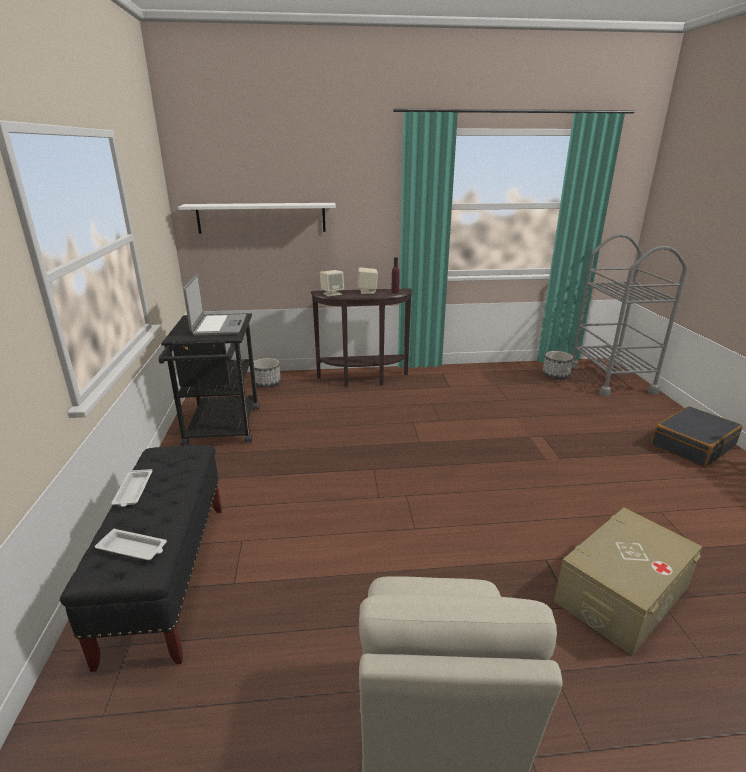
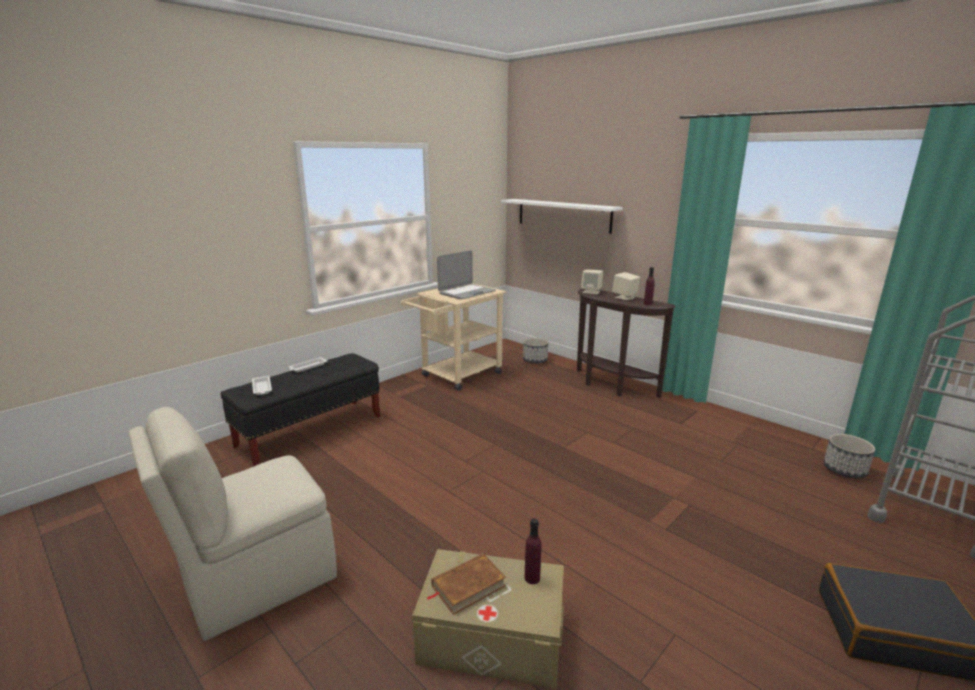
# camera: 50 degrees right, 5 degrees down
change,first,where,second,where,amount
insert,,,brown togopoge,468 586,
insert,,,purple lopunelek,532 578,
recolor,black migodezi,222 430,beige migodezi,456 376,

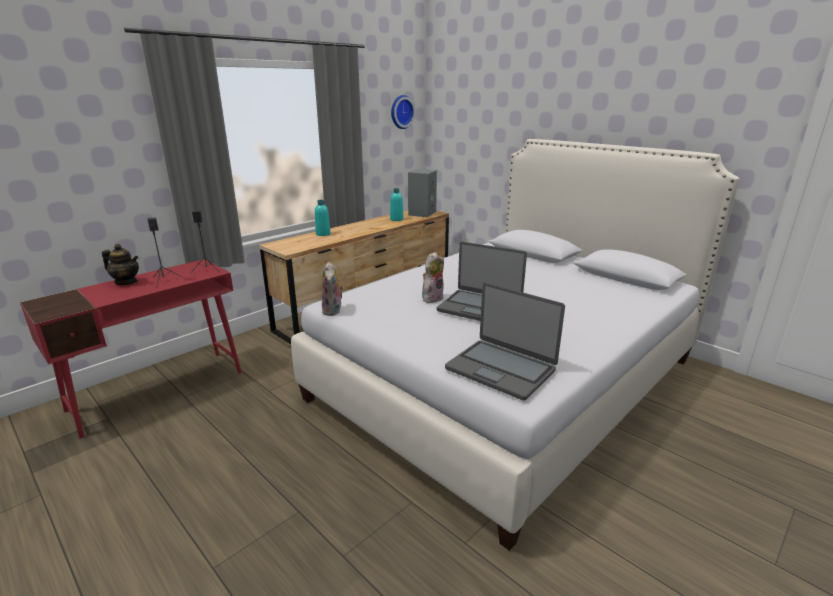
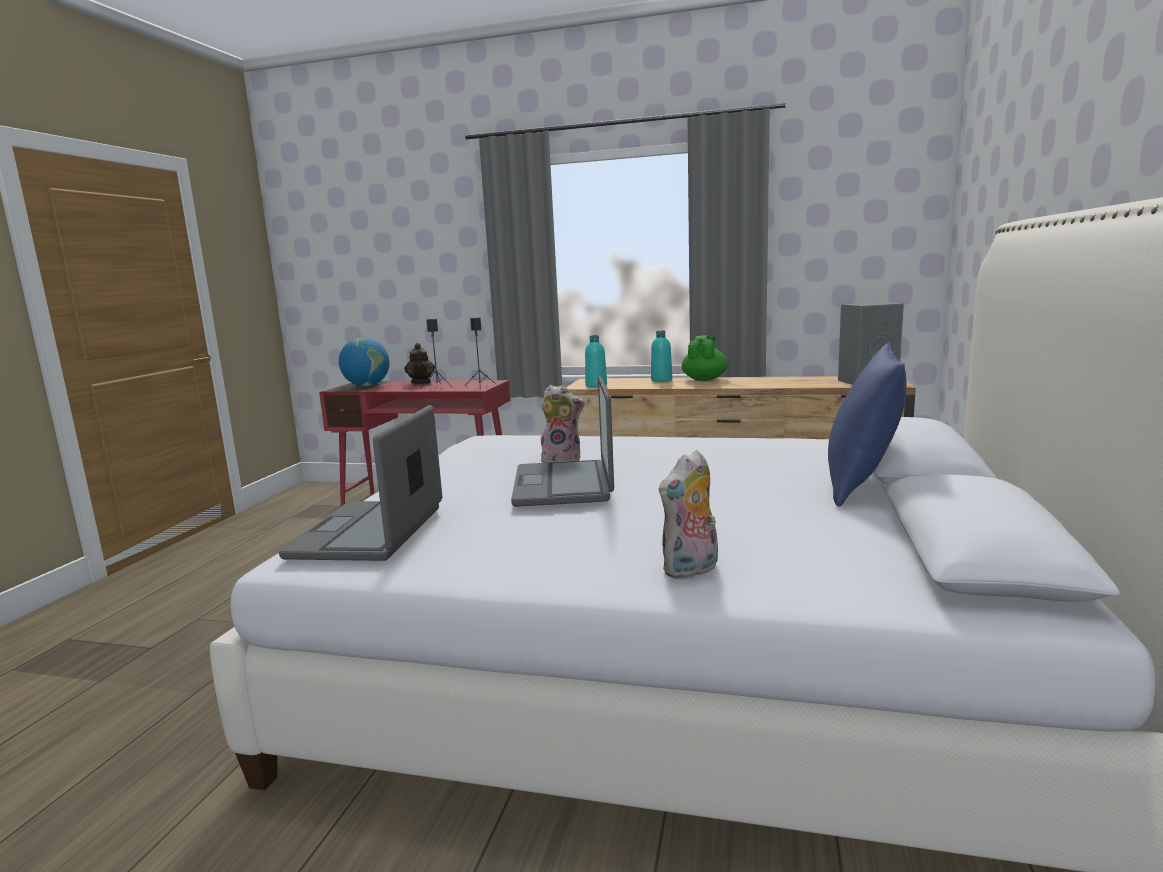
# camera: 60 degrees right, 10 degrees down
change,first,where,second,where,amount
delete,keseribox,401 112,,,
insert,,,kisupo,367 386,
insert,,,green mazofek,704 379,
insert,,,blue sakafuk,862 486,
move,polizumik,333 311,,691 570,
move,turquoise lopunelek,396 219,,596 386,

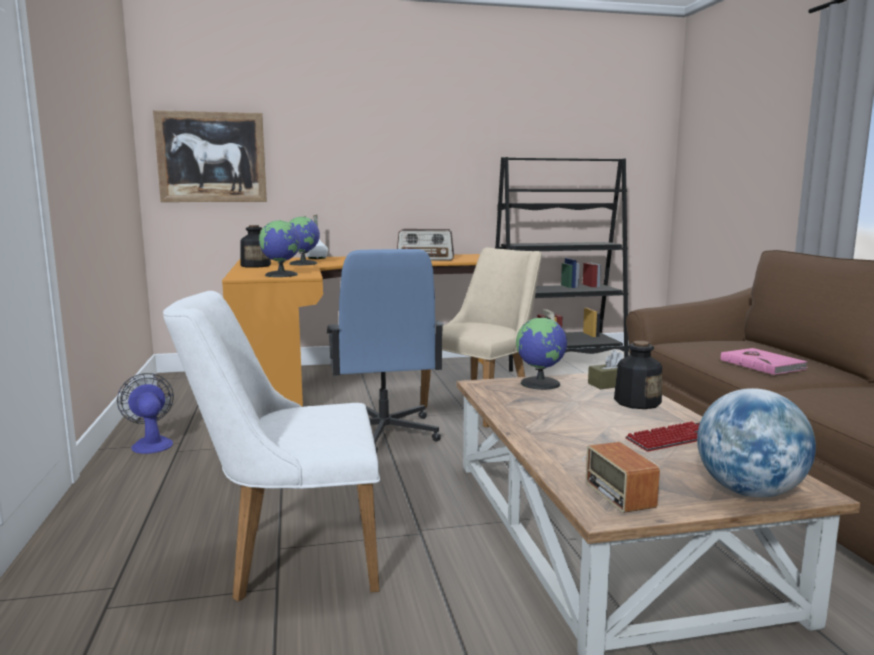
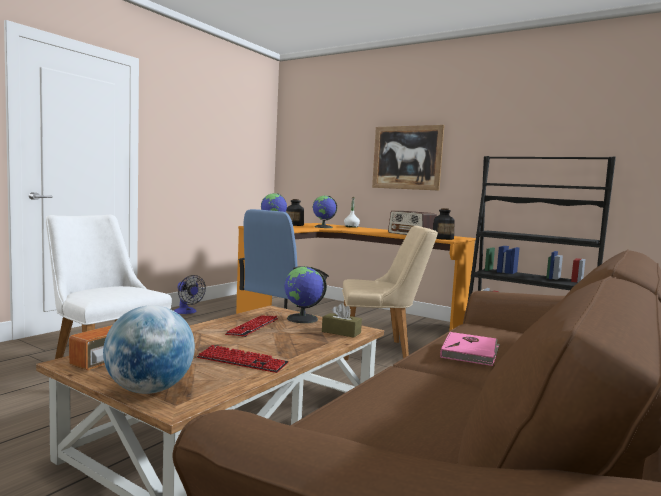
# camera: 45 degrees right, 5 degrees down
change,first,where,second,where,amount
insert,,,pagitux,253 327,
move,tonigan,211 157,,407 157,
move,lopunelek,637 402,,442 238,
rotate,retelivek,151 443,,187 312,120 degrees clockwise

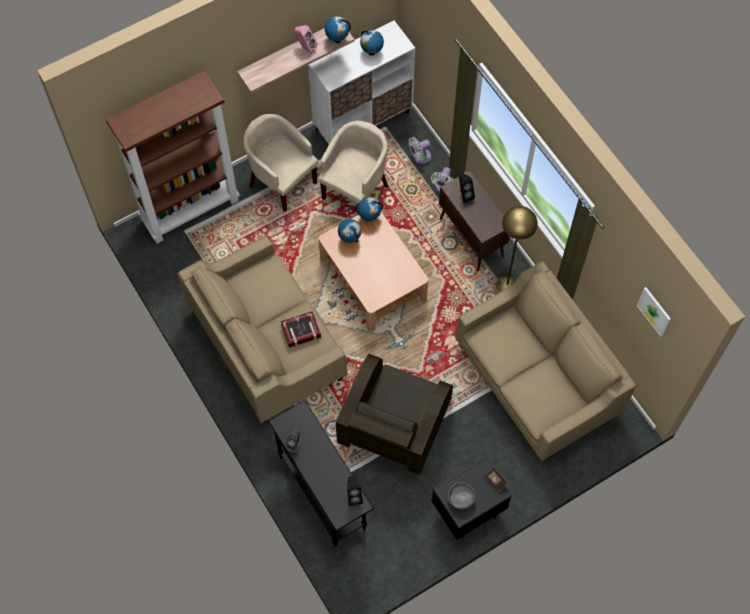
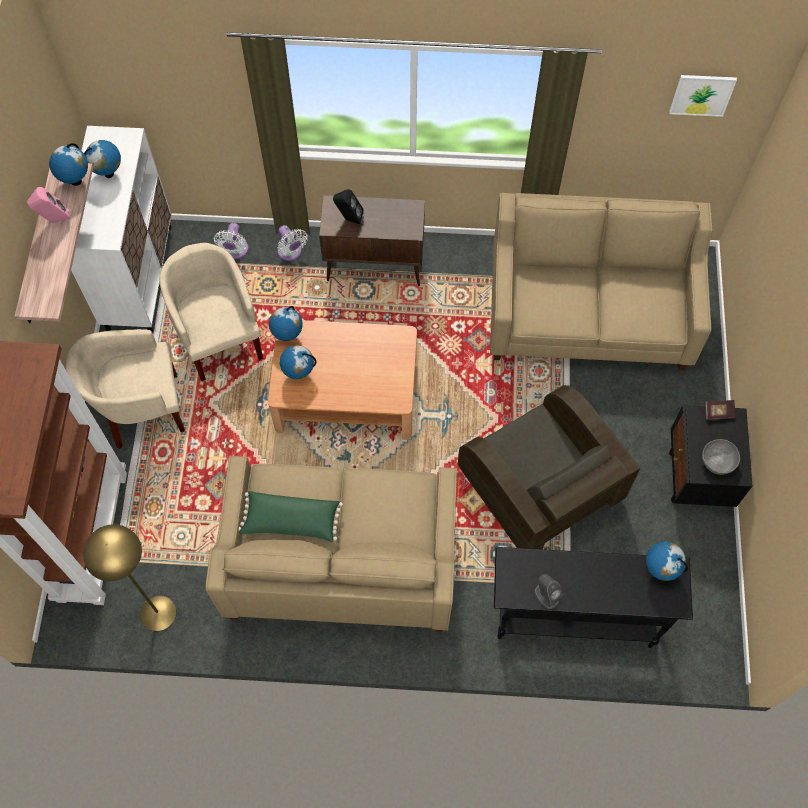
# camera: 55 degrees left, 0 degrees up
change,first,where,second,where,amount
delete,togopoge,301 331,,,
insert,,,green sakafuk,291 521,
move,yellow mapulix,507 286,,158 613,
replace,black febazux,354 495,kisupo,660 569,

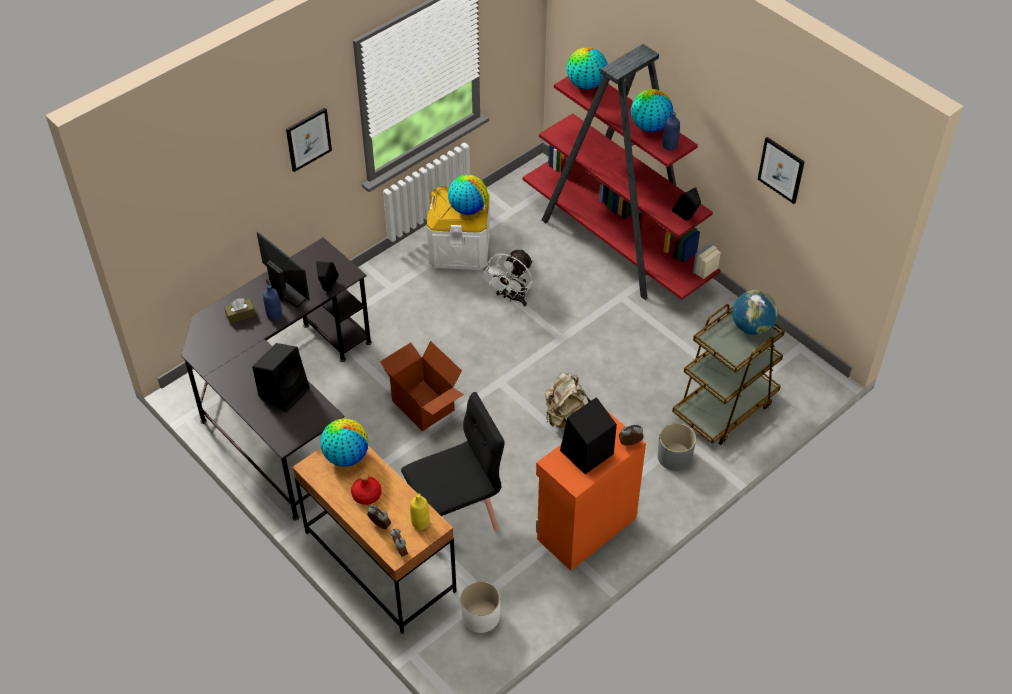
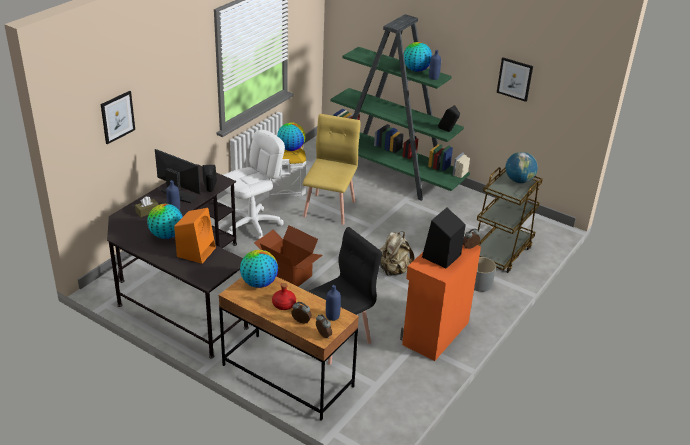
# camera: 15 degrees left, 15 degrees down
change,first,where,second,where,amount
delete,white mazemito,480 616,,,
insert,,,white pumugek,253 225,
move,tonigan,308 139,,117 117,
move,kisupo,586 84,,166 235,
replace,white retelivek,512 298,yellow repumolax,330 208,
recolor,black febazux,284 391,orange febazux,196 251,
recolor,yellow lopunelek,420 523,blue lopunelek,332 316,
recolor,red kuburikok,617 245,green kuburikok,390 174,

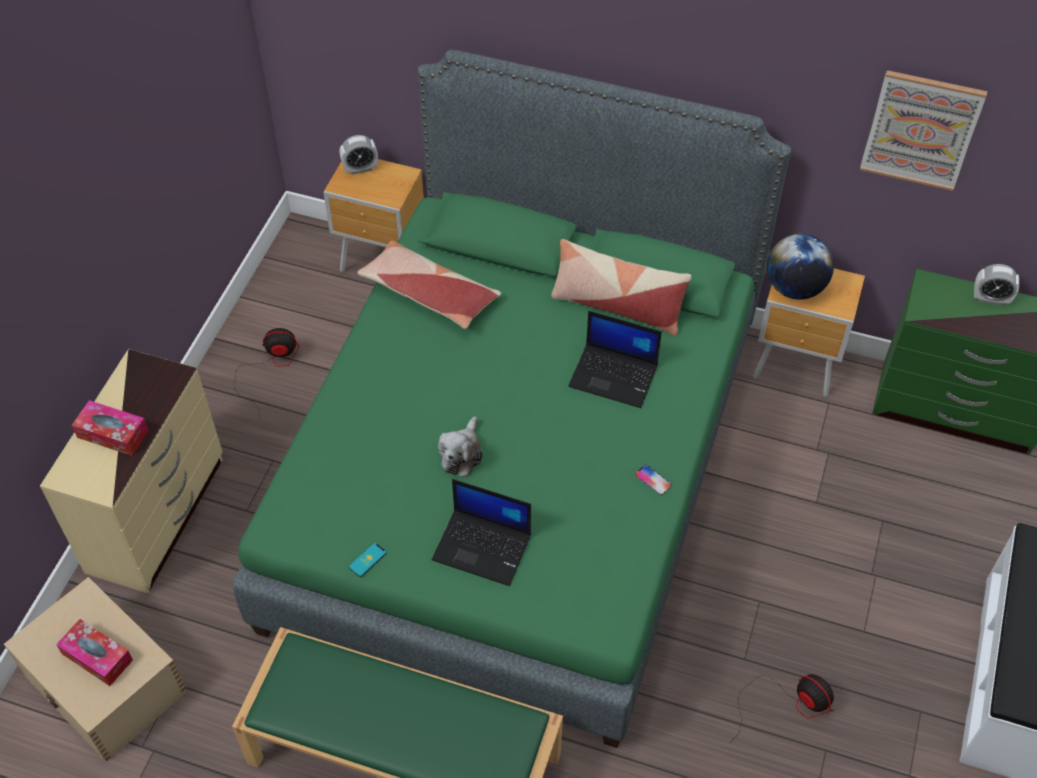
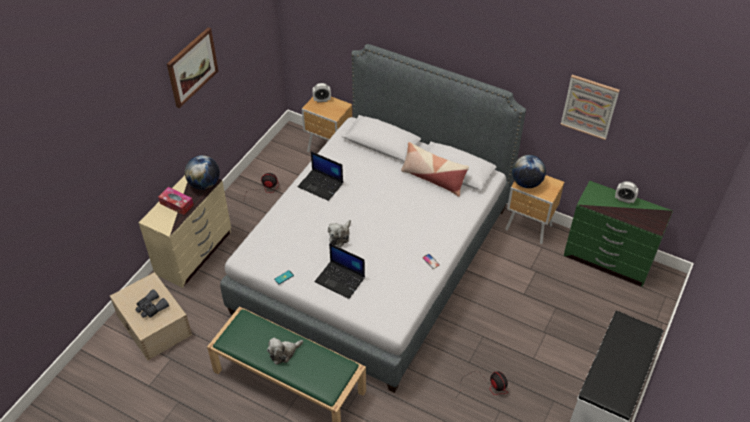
# camera: 10 degrees right, 5 degrees down
change,first,where,second,where,amount
delete,sakafuk,428 294,,,
insert,,,tonigan,192 67,
insert,,,kisupo,204 184,
insert,,,polizumik,284 353,
move,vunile,614 376,,321 185,
replace,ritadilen,97 657,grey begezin,151 308,
recolor,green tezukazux,517 473,grey tezukazux,374 258,

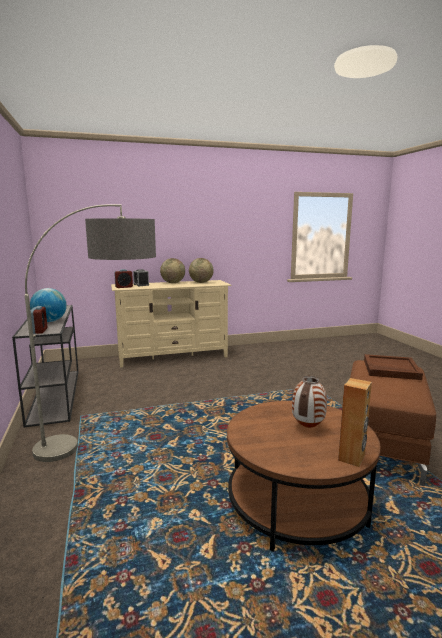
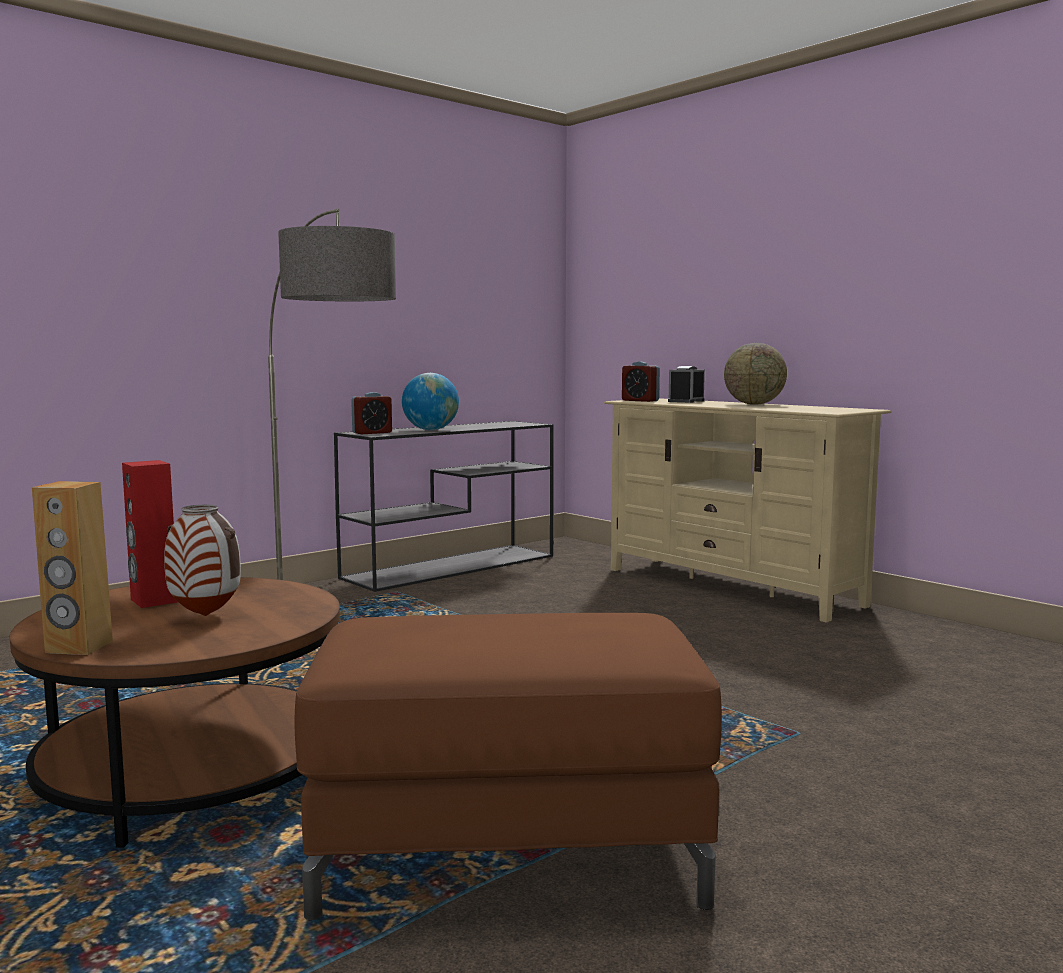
# camera: 65 degrees right, 5 degrees down
change,first,where,second,where,amount
delete,kisupo,201 282,,,
delete,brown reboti,390 369,,,
insert,,,red febazux,153 601,

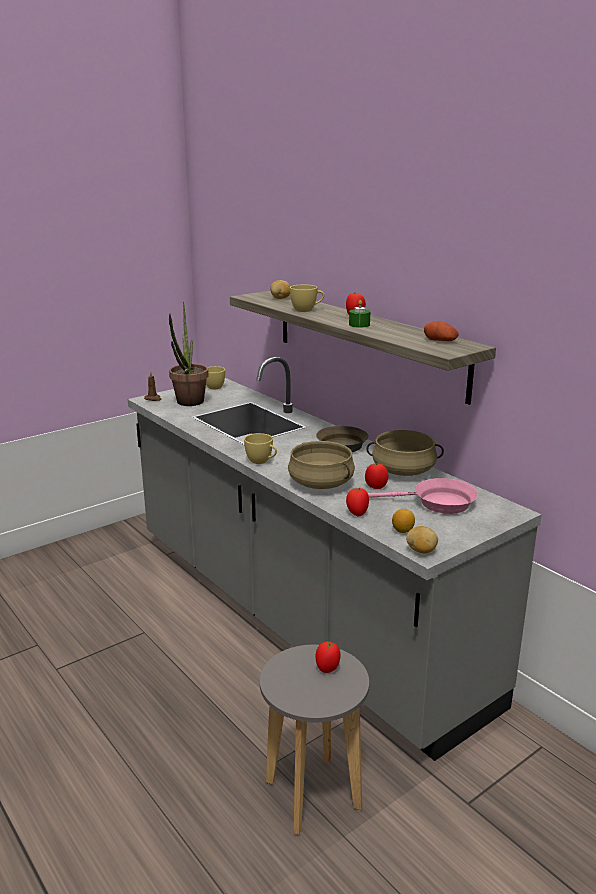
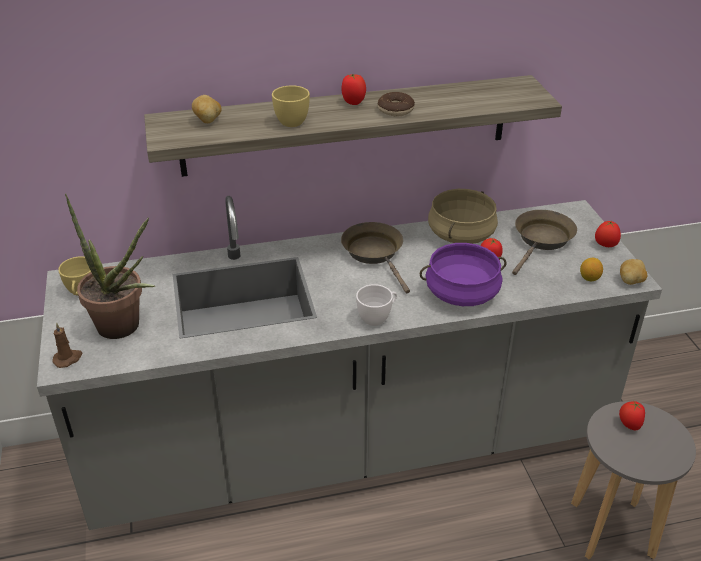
# camera: 65 degrees left, 15 degrees up
change,first,where,second,where,amount
delete,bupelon,440 341,,,
move,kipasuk,357 513,,605 245,
replace,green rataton,359 325,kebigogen,395 110,
recolor,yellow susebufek,262 461,white susebufek,377 317,
recolor,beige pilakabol,321 483,purple pilakabol,462 293,
recolor,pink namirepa,438 503,brown namirepa,542 240,

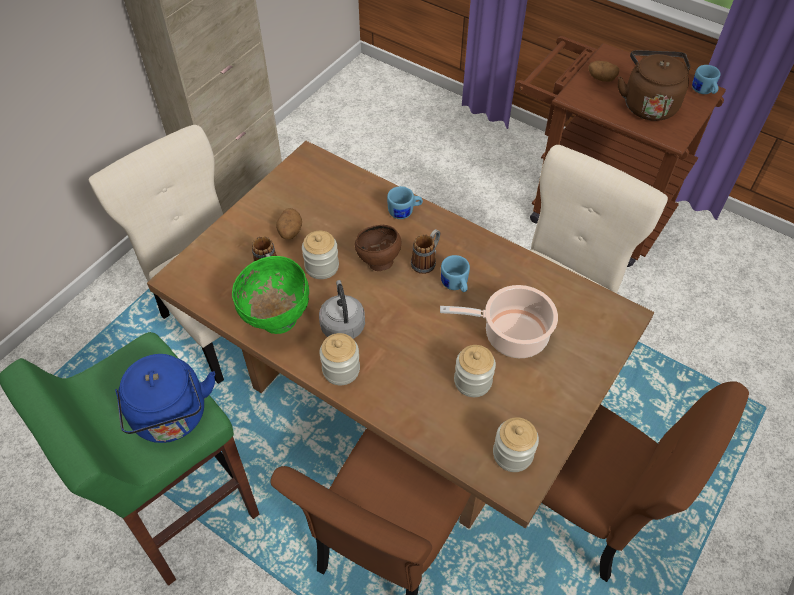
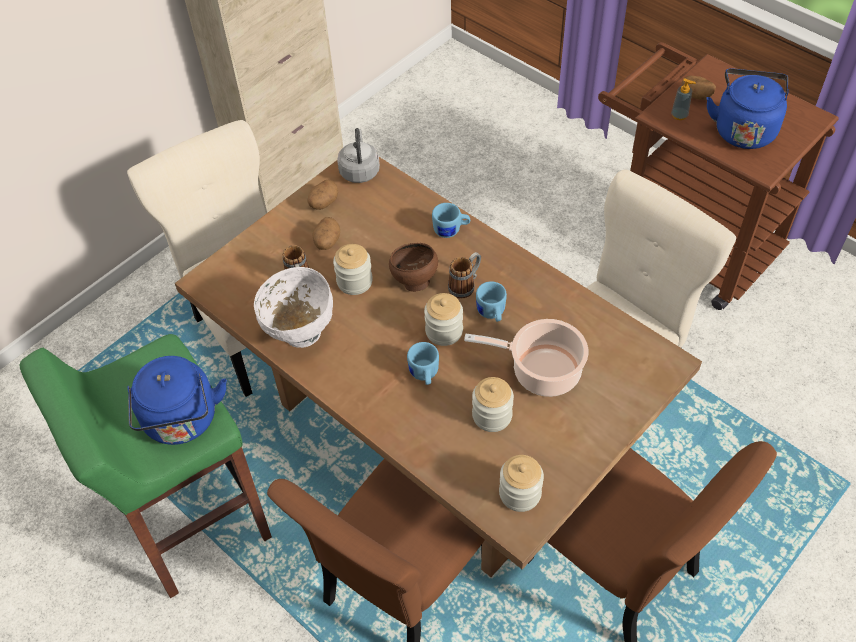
# camera: 10 degrees right, 0 degrees up
change,first,where,second,where,amount
insert,,,bupelon,323 203,
insert,,,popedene,679 115,
move,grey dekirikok,342 324,,359 170,
move,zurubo,341 370,,444 331,
move,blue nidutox,703 91,,424 375,
recolor,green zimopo,277 319,white zimopo,300 332,
recolor,brown dekirikok,648 104,blue dekirikok,743 129,

